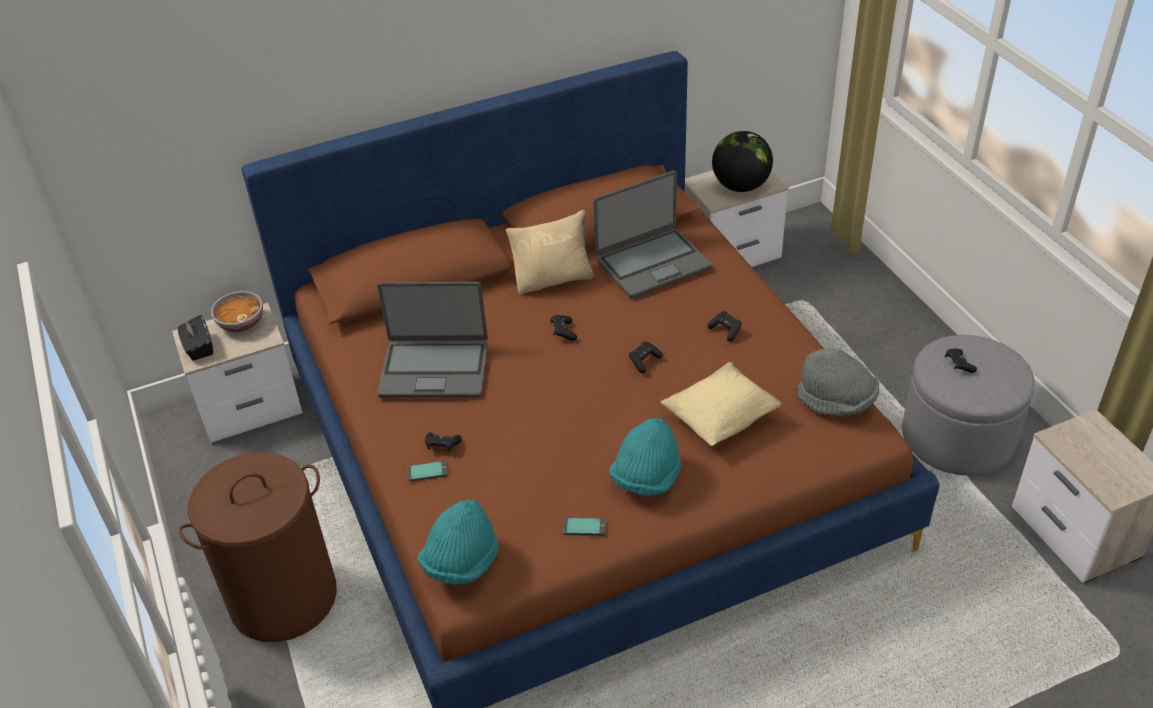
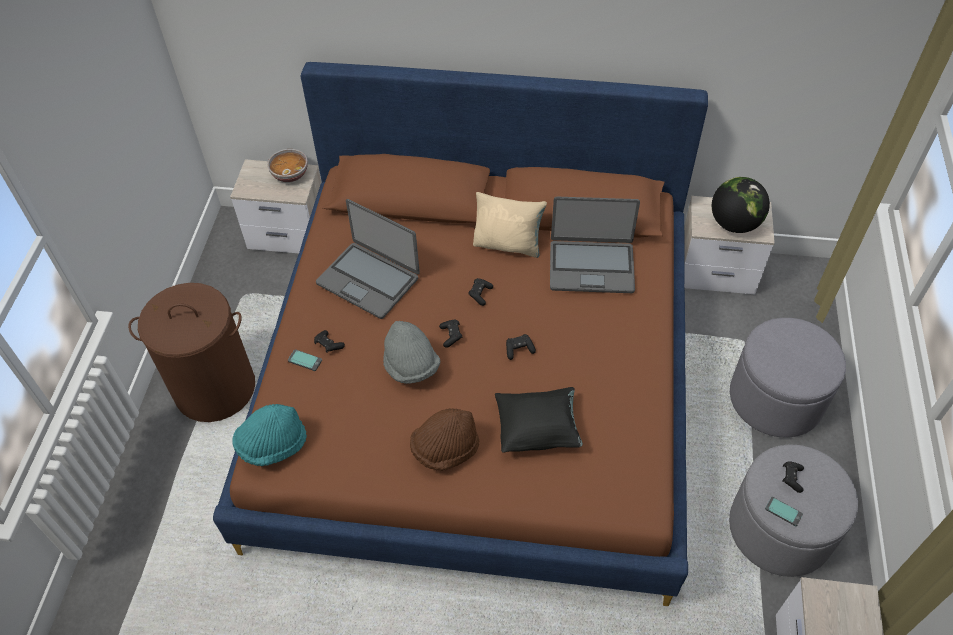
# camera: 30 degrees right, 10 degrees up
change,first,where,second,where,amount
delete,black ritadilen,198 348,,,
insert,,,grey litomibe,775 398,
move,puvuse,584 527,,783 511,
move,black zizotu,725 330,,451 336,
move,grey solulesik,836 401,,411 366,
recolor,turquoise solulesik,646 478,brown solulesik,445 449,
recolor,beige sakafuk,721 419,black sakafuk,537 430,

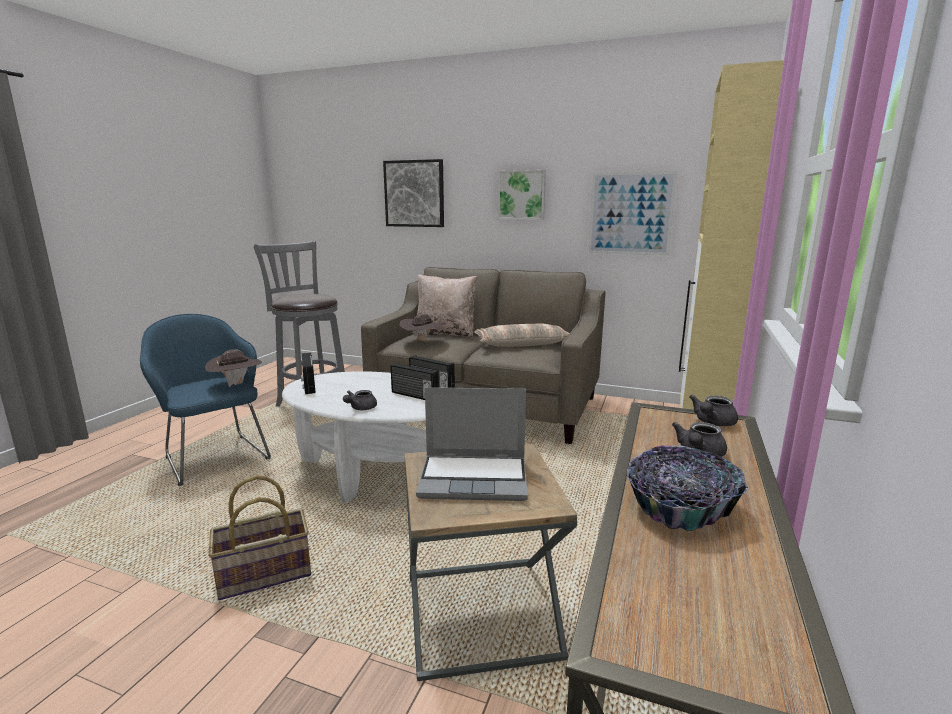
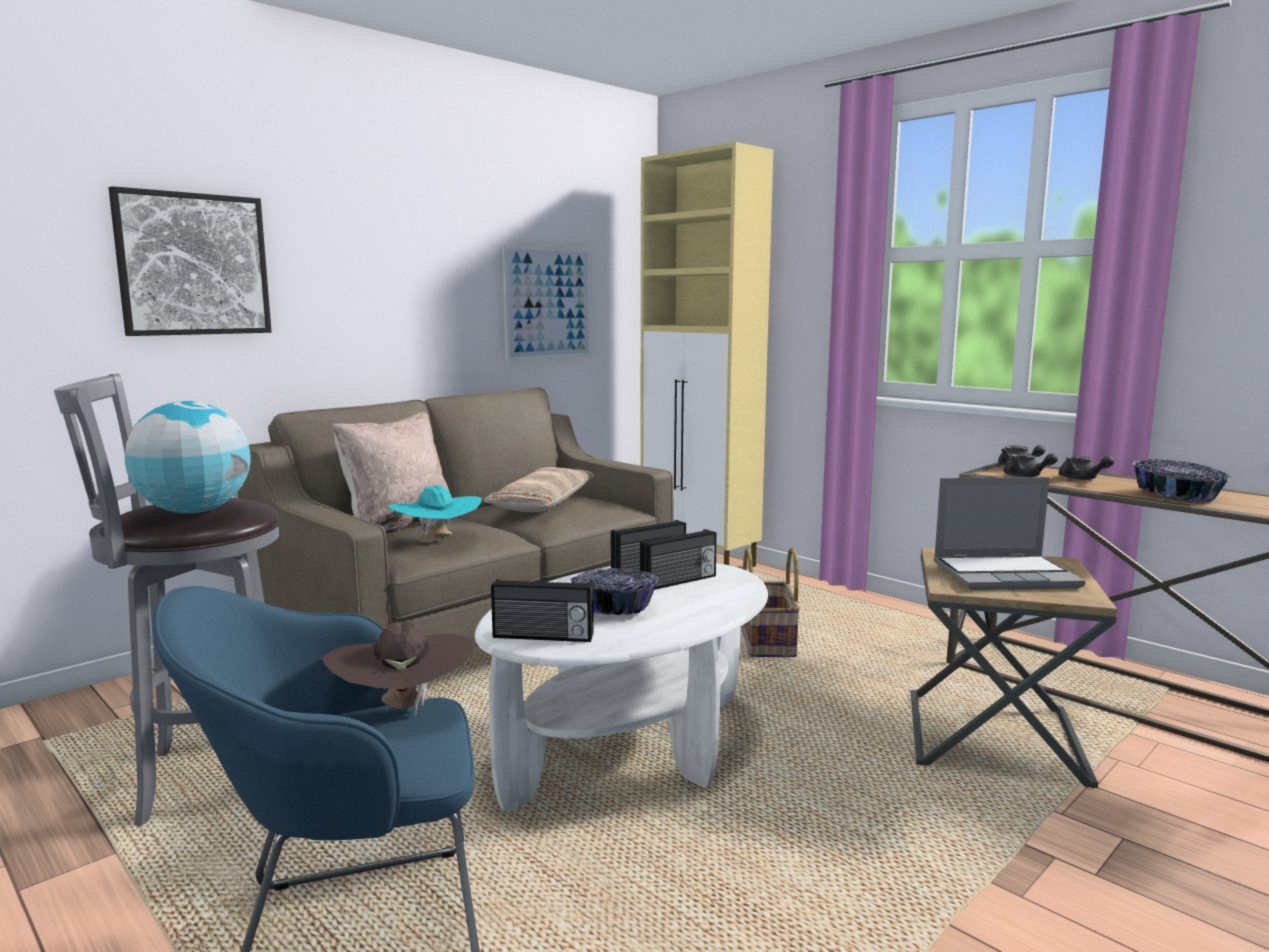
# camera: 65 degrees left, 5 degrees down
change,first,where,second,where,amount
delete,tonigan,522 195,,,
insert,,,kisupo,194 512,
insert,,,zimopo,615 607,
move,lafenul,264 575,,769 641,
move,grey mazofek,360 408,,1026 477,
recolor,brown solulesik,423 342,turquoise solulesik,437 540,
rotate,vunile,475 478,,1006 575,60 degrees clockwise

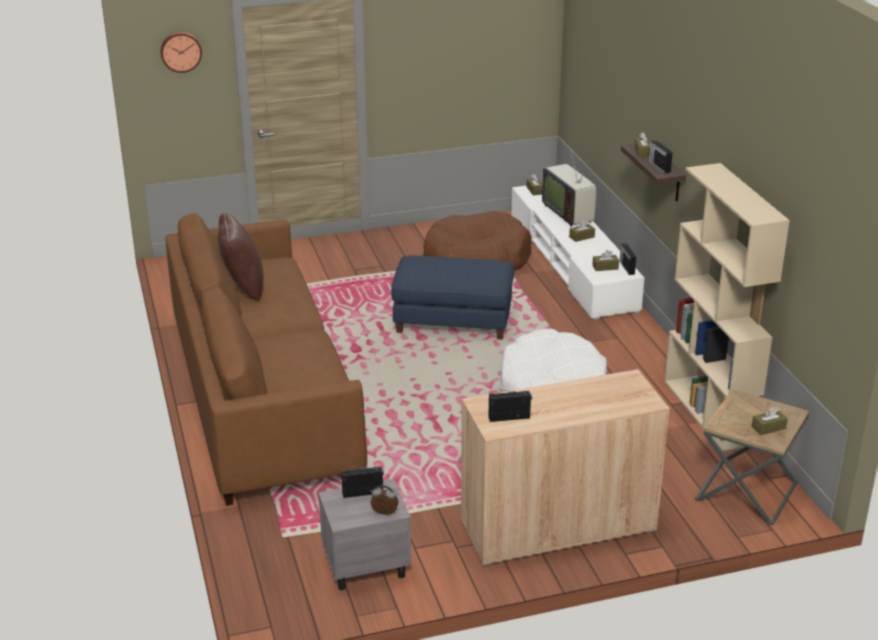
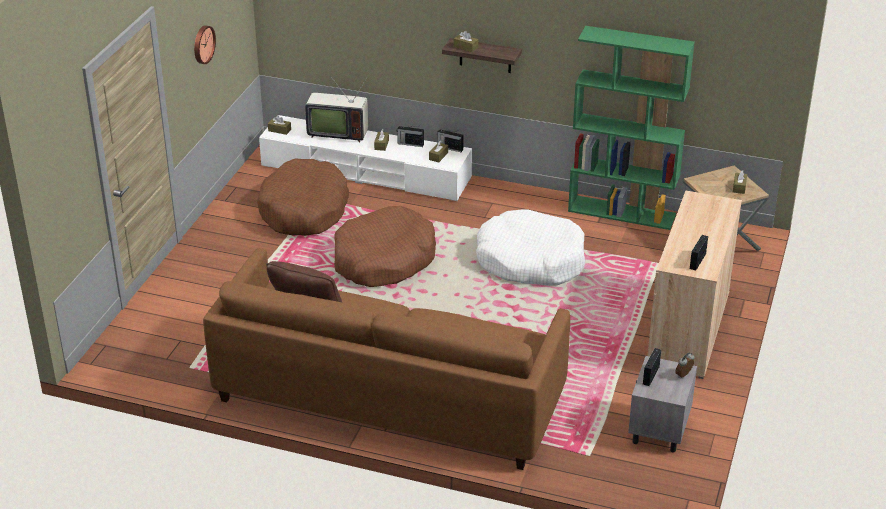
# camera: 55 degrees left, 5 degrees up
change,first,where,second,where,amount
move,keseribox,180 51,,202 44,
move,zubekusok,659 166,,410 144,
replace,blue litomibe,454 320,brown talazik,383 260,
recolor,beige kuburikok,709 412,green kuburikok,622 212,

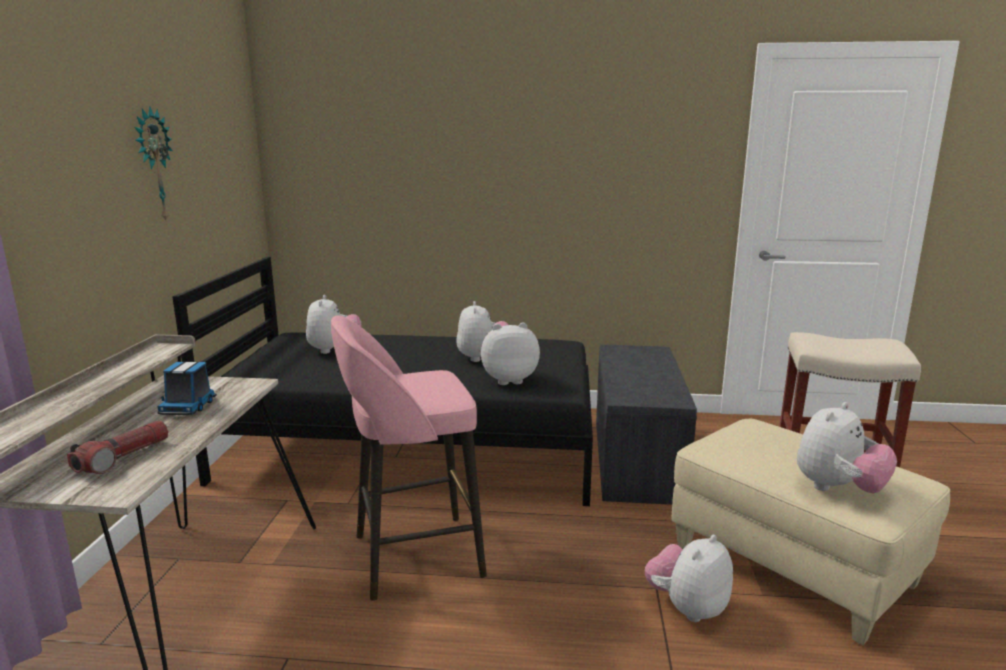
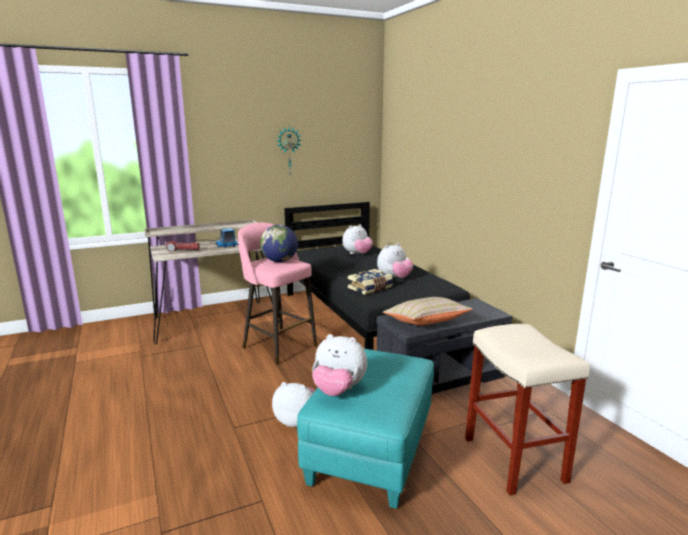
# camera: 60 degrees right, 0 degrees up
change,first,where,second,where,amount
insert,,,kisupo,279 261,
insert,,,beige sakafuk,425 323,
replace,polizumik,508 380,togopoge,371 288,
recolor,beige litomibe,794 566,turquoise litomibe,371 453,

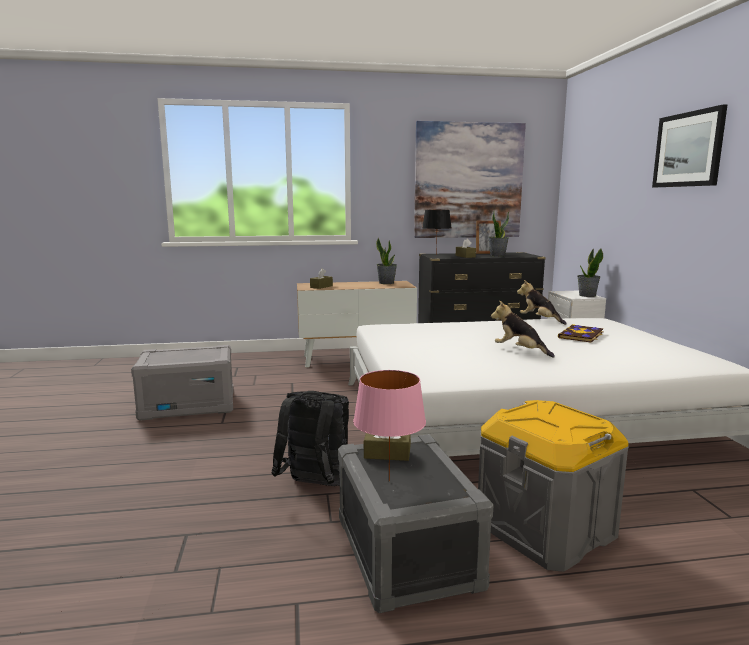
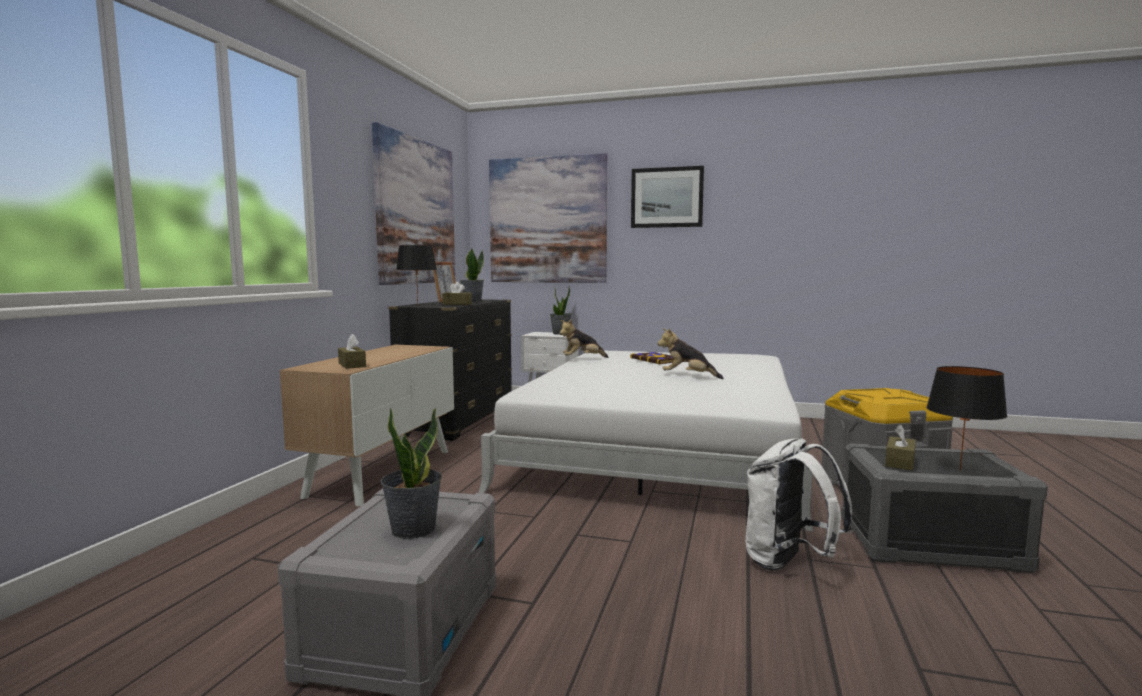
# camera: 65 degrees left, 5 degrees down
change,first,where,second,where,amount
insert,,,tonigan,547 220,
move,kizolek,386 283,,413 529,
recolor,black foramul,315 486,white foramul,789 563,
recolor,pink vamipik,390 481,black vamipik,960 470,
rotate,polizumik,519 351,,687 377,45 degrees clockwise

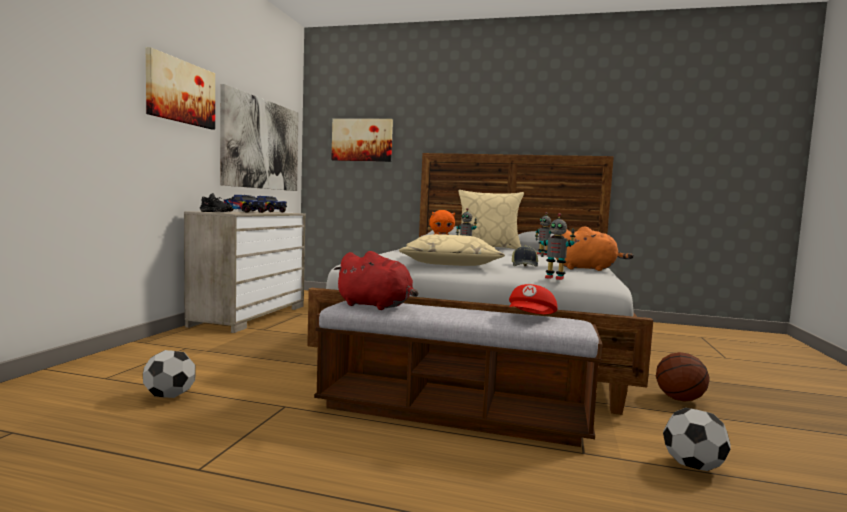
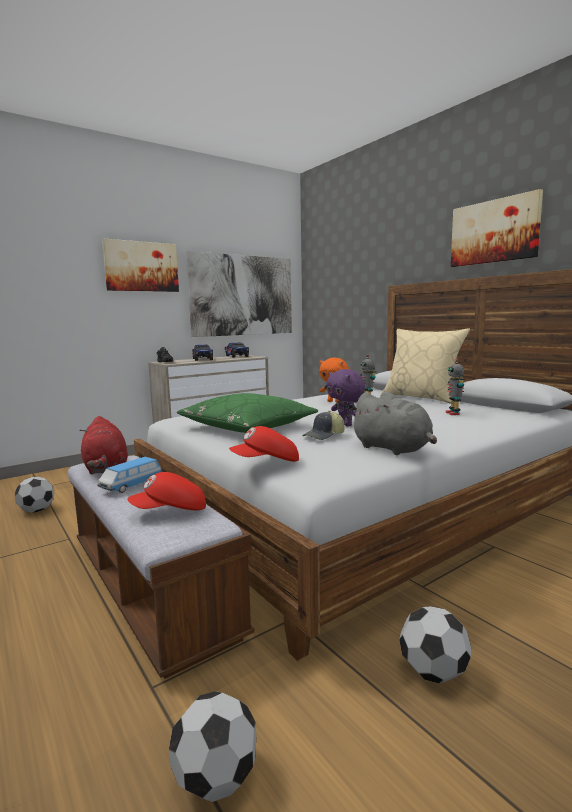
# camera: 40 degrees right, 5 degrees up
change,first,where,second,where,amount
insert,,,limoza,131 485,
insert,,,purple polizumik,345 425,
move,tonigan,362 140,,494 231,
replace,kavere,554 278,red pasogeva,266 463,
replace,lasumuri,679 399,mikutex,433 672,
recolor,beige sakafuk,450 264,green sakafuk,248 426,
recolor,orange polizumik,586 269,grey polizumik,393 449,

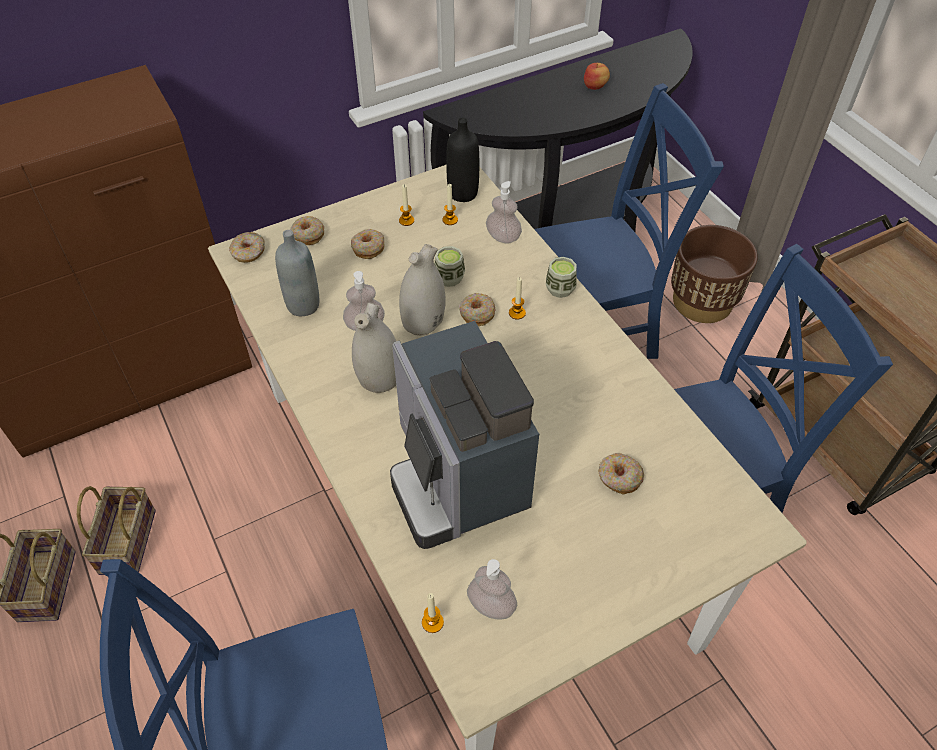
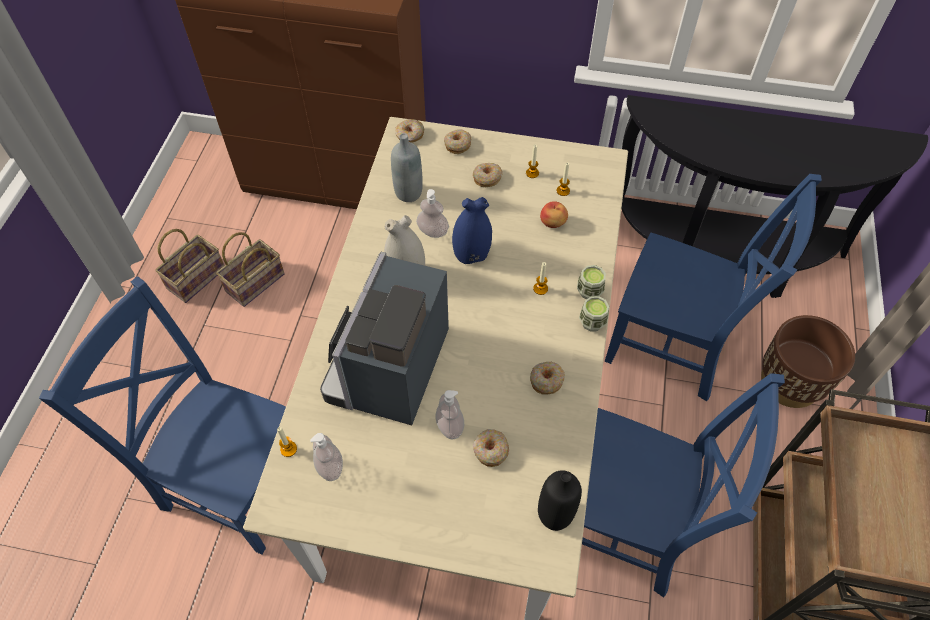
# camera: 40 degrees right, 5 degrees up
change,first,where,second,where,amount
move,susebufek,449 278,,592 322,
move,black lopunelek,463 193,,555 514,
move,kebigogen,477 314,,546 380,
move,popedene,503 237,,450 426,
move,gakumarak,595 86,,553 223,
recolor,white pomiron,423 321,blue pomiron,472 253,

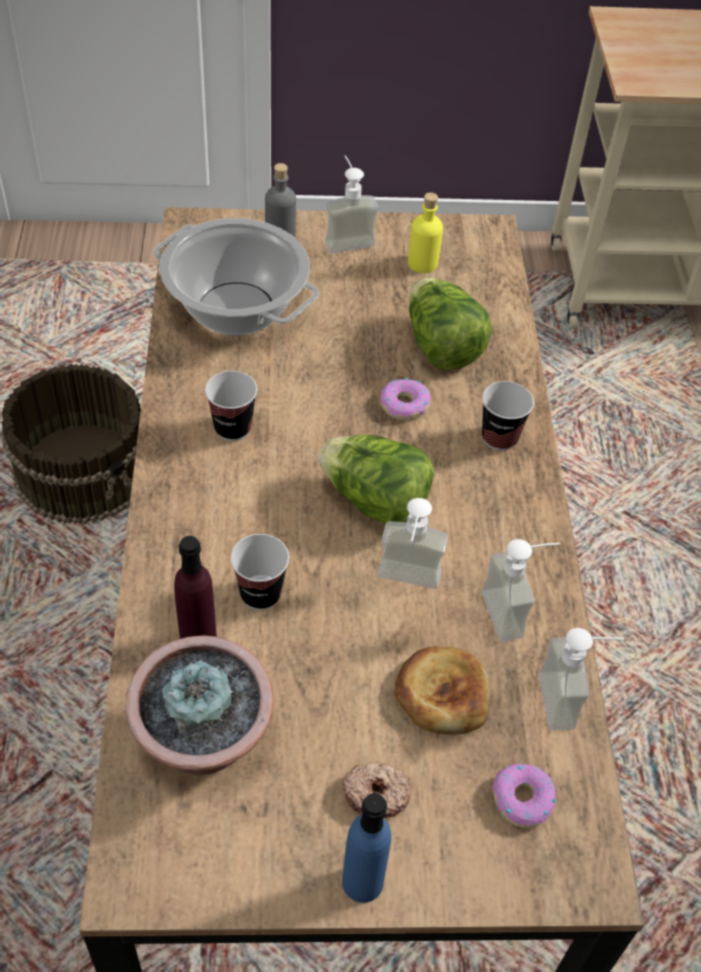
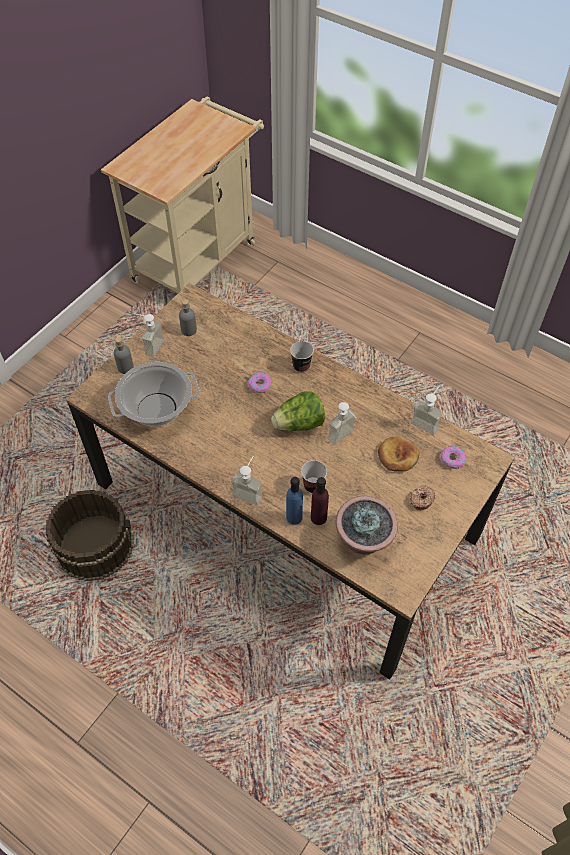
# camera: 50 degrees left, 5 degrees up
change,first,where,second,where,amount
delete,susebufek,232 428,,,
delete,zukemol,440 346,,,
move,blue lopunelek,362 881,,294 517,
move,popedene,514 612,,250 491,
recolor,yellow lopunelek,422 263,grey lopunelek,189 330,

